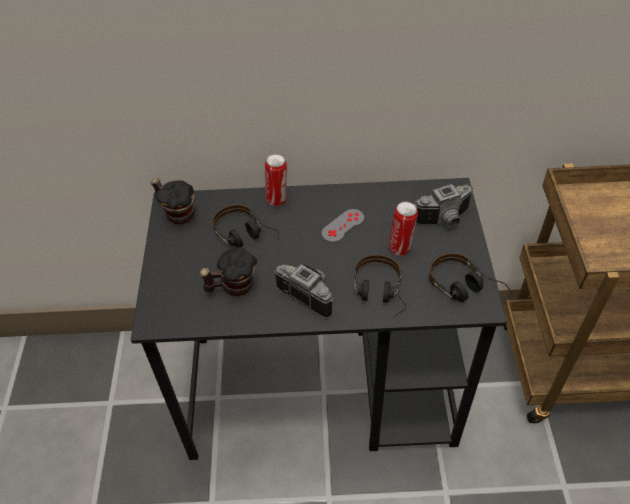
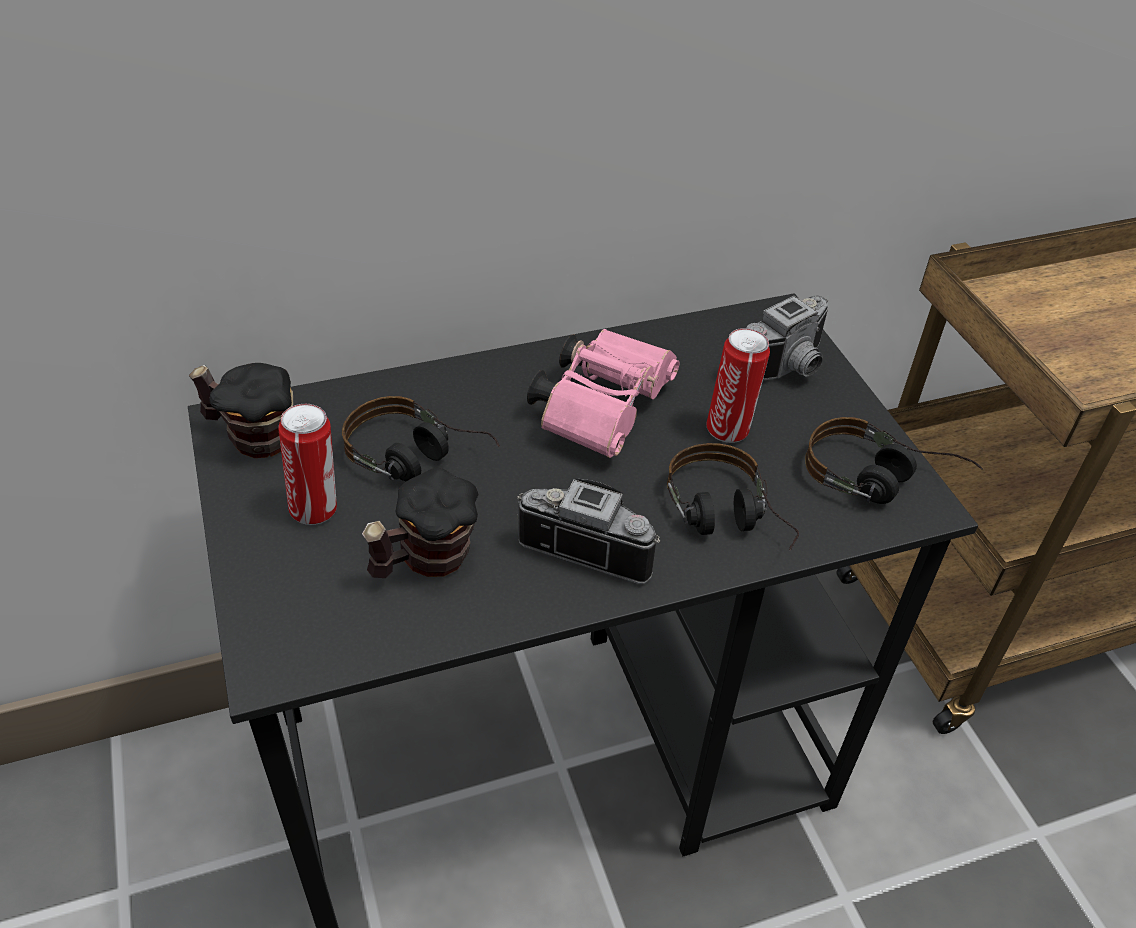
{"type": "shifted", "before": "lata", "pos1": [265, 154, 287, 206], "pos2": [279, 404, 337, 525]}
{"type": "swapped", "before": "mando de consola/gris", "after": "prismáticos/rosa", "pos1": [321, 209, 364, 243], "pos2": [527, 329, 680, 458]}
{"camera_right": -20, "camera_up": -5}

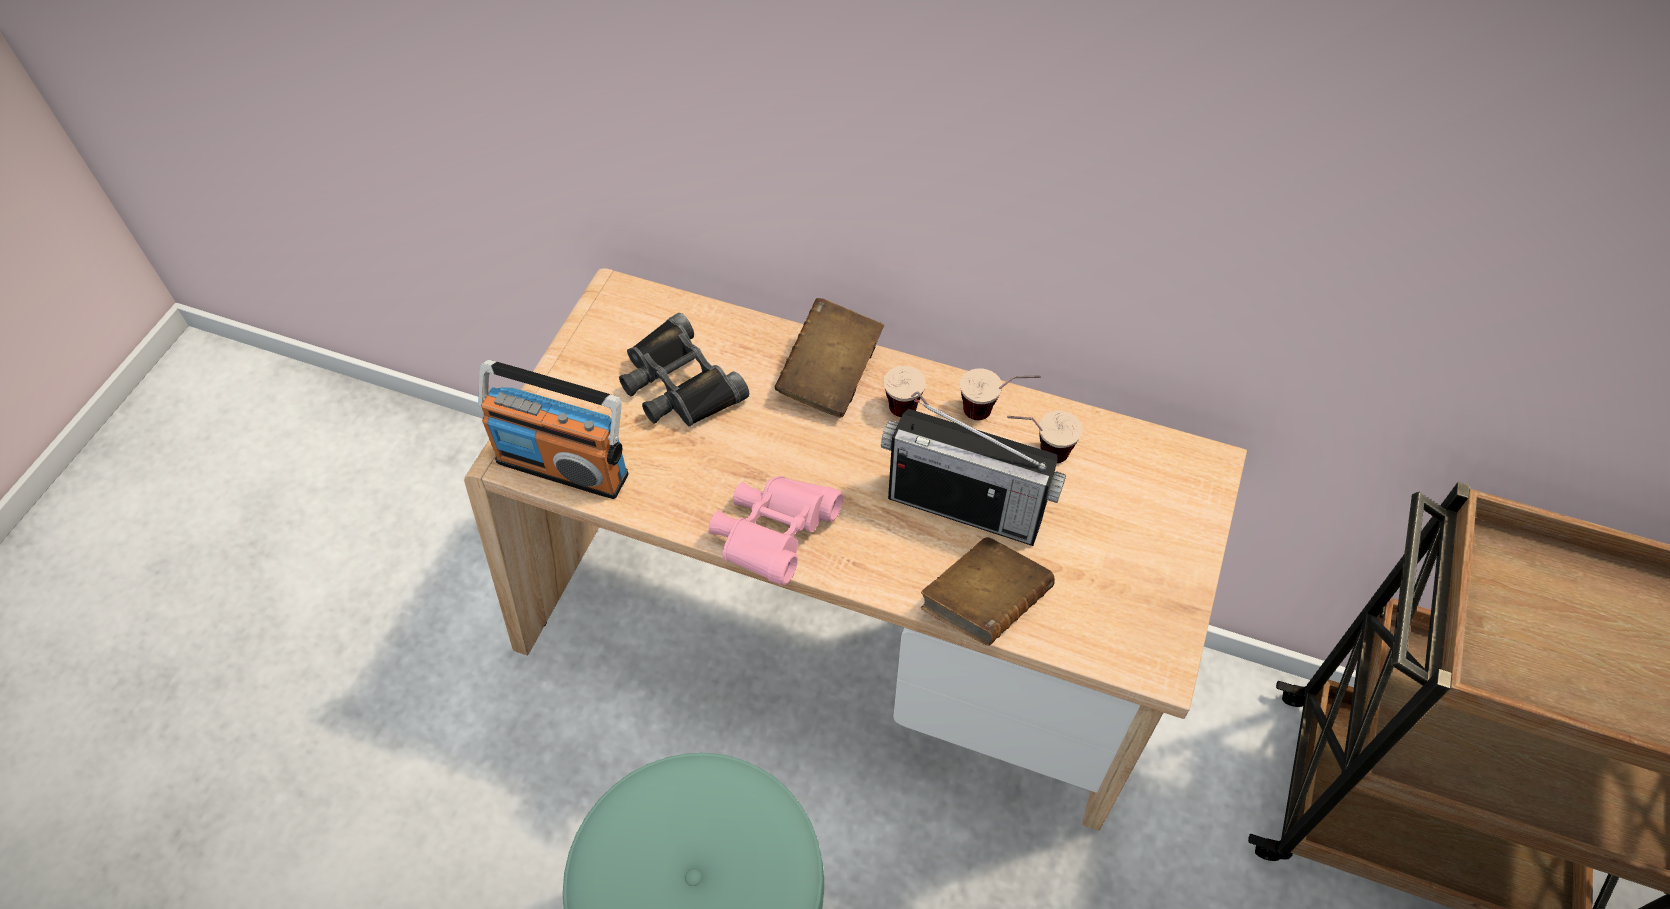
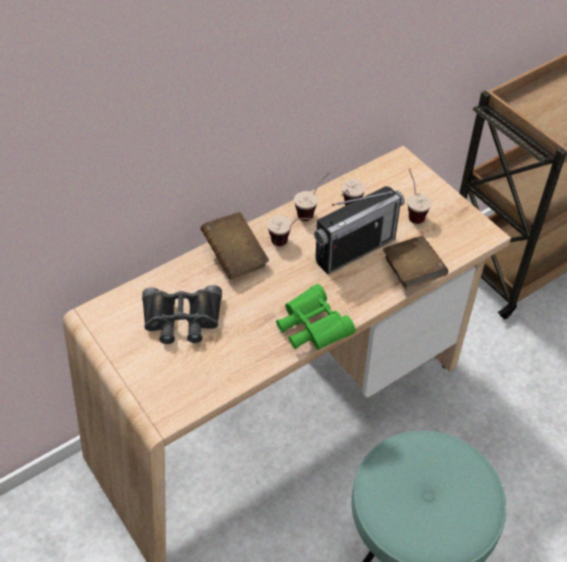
{"type": "gone", "before": "radio", "pos1": [478, 360, 629, 499]}
{"type": "new", "after": "taza", "pos2": [407, 169, 432, 224]}
{"type": "repainted", "before": "prismáticos/rosa", "after": "prismáticos/verde", "pos1": [709, 476, 843, 585], "pos2": [276, 284, 356, 350]}
{"camera_right": -55, "camera_up": -5}

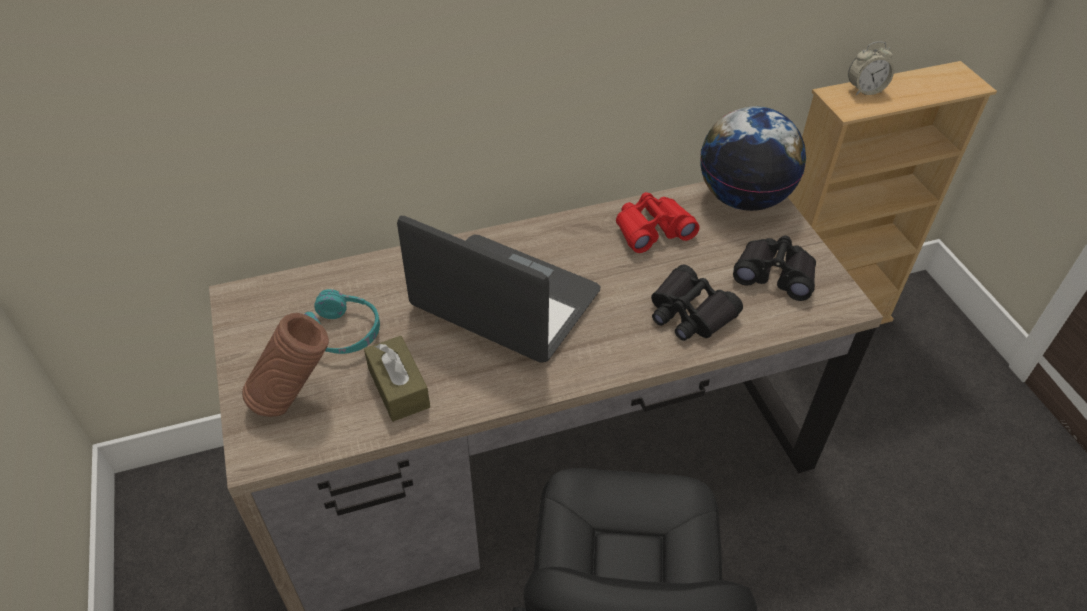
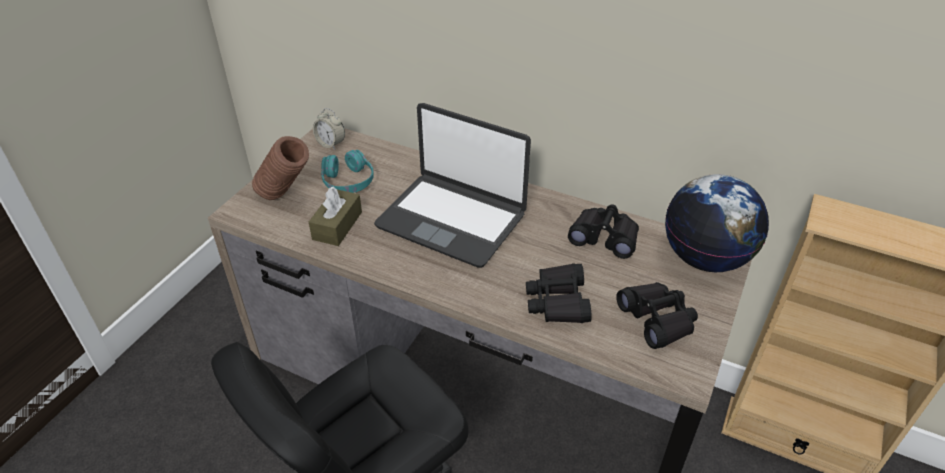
{"type": "shifted", "before": "despertador", "pos1": [848, 41, 894, 95], "pos2": [313, 108, 345, 149]}
{"type": "repainted", "before": "prismáticos/rojo", "after": "prismáticos/negro", "pos1": [616, 192, 700, 253], "pos2": [568, 204, 639, 259]}
{"type": "rotated", "before": "portátil", "pos1": [397, 216, 601, 363], "pos2": [374, 103, 531, 268], "turn": 135}
{"camera_right": 45, "camera_up": -5}

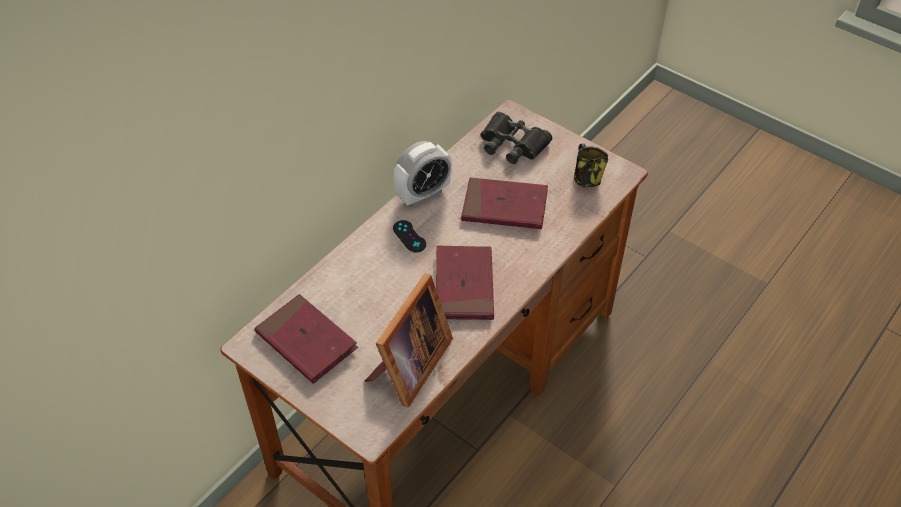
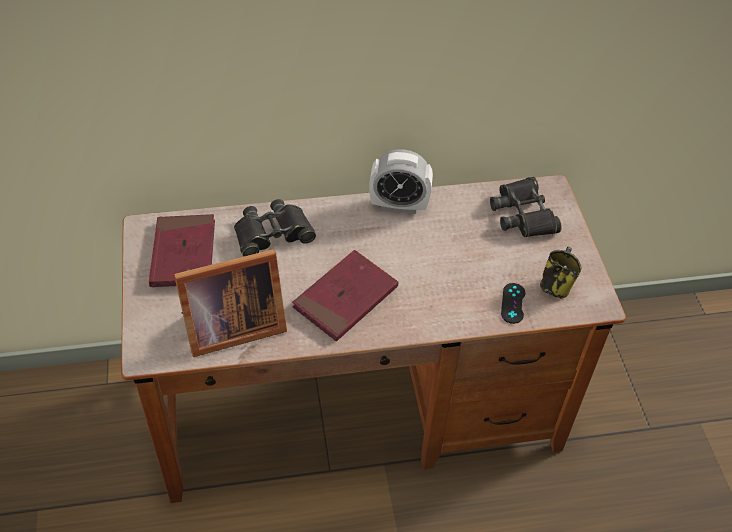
{"type": "gone", "before": "libro/rojo", "pos1": [461, 178, 548, 229]}
{"type": "new", "after": "prismáticos/negro", "pos2": [234, 199, 316, 257]}
{"type": "shifted", "before": "mando de consola/negro", "pos1": [393, 220, 426, 253], "pos2": [501, 283, 525, 324]}
{"camera_right": 40, "camera_up": 0}

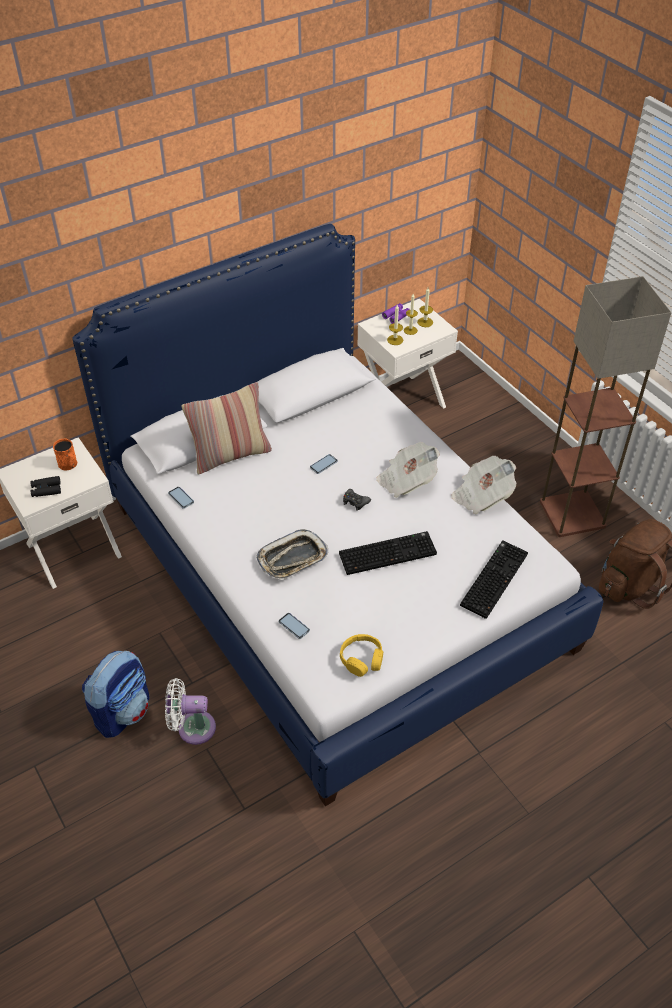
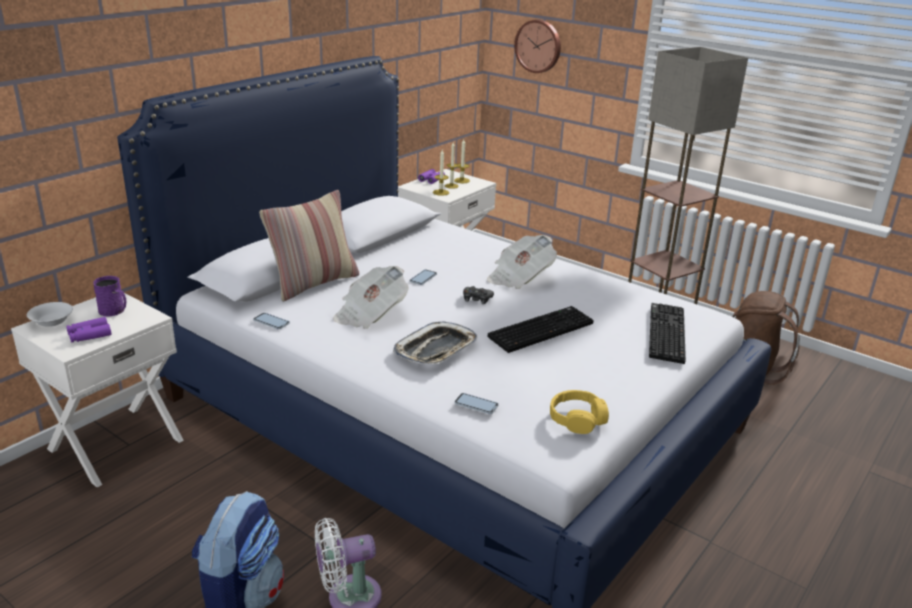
{"type": "new", "after": "cuenco/blanco", "pos2": [27, 302, 73, 327]}
{"type": "new", "after": "reloj de pared", "pos2": [514, 20, 561, 73]}
{"type": "shifted", "before": "periódico", "pos1": [451, 456, 516, 514], "pos2": [333, 266, 409, 329]}
{"type": "repainted", "before": "prismáticos/negro", "after": "prismáticos/morado", "pos1": [30, 476, 61, 497], "pos2": [66, 317, 111, 342]}
{"type": "repainted", "before": "taza grande/naranja", "after": "taza grande/morado", "pos1": [53, 438, 77, 470], "pos2": [93, 276, 127, 316]}
{"camera_right": -20, "camera_up": -20}

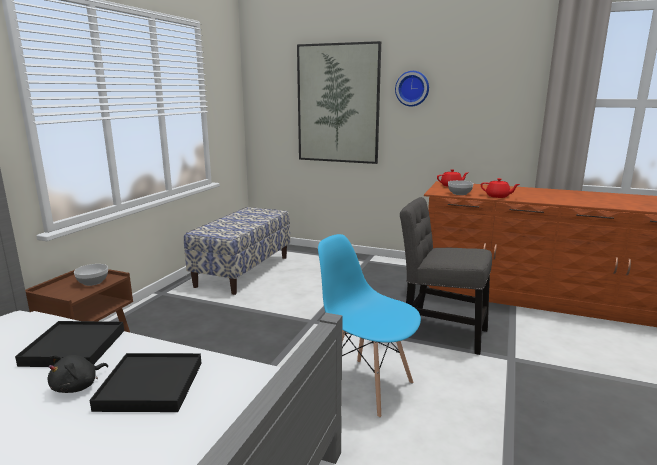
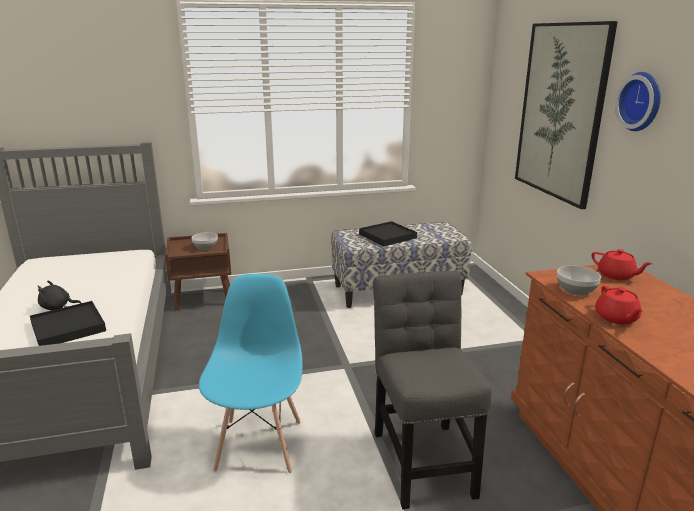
{"type": "shifted", "before": "bandeja/negro", "pos1": [15, 321, 124, 367], "pos2": [359, 221, 417, 246]}
{"camera_right": 55, "camera_up": 5}

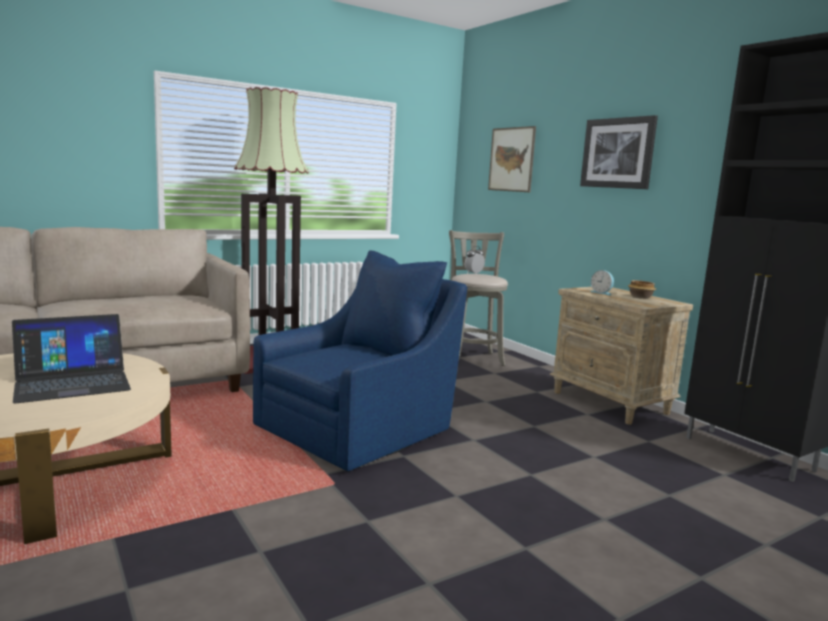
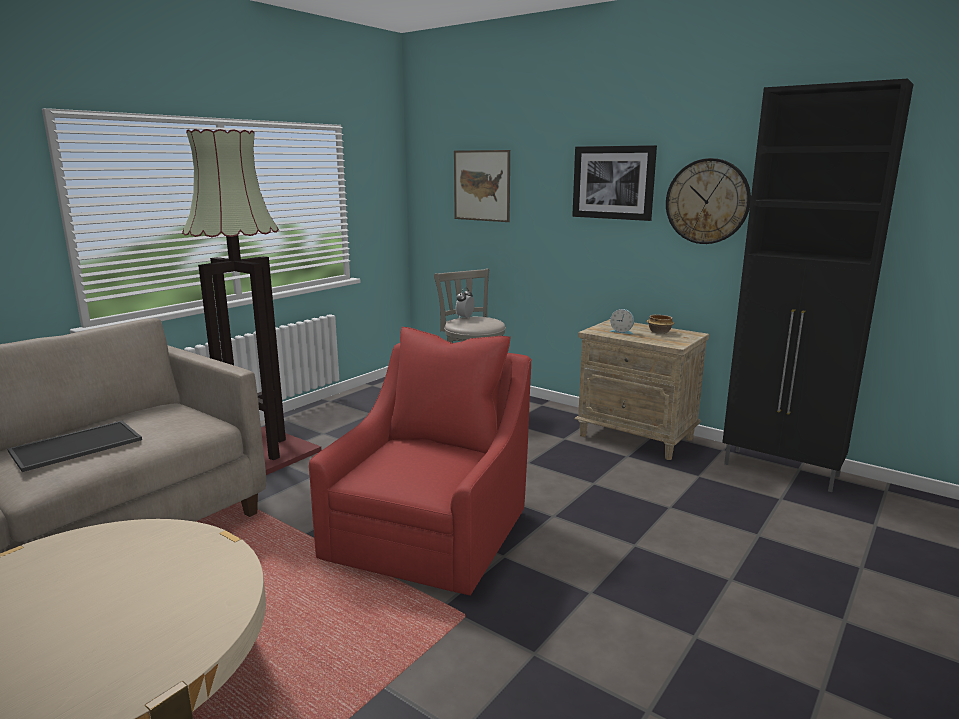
{"type": "gone", "before": "portátil", "pos1": [12, 314, 131, 403]}
{"type": "new", "after": "bandeja", "pos2": [7, 421, 142, 472]}
{"type": "new", "after": "reloj de pared", "pos2": [666, 158, 751, 244]}
{"type": "repainted", "before": "sillón/azul", "after": "sillón/rojo", "pos1": [253, 250, 468, 471], "pos2": [309, 327, 532, 596]}
{"camera_right": -20, "camera_up": 5}

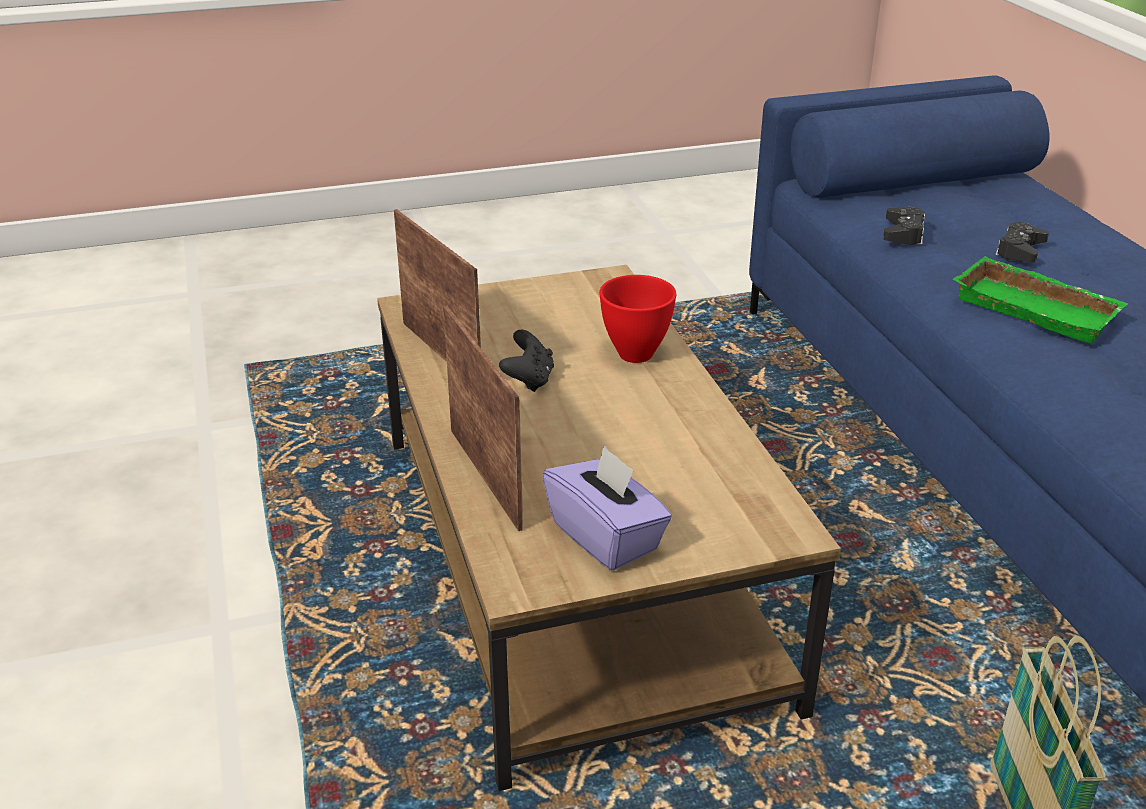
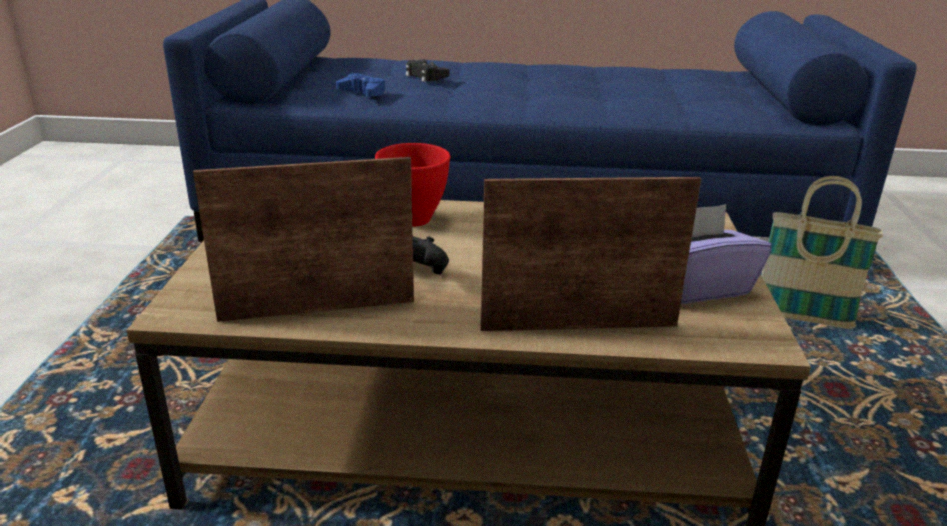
{"type": "gone", "before": "bandeja/verde", "pos1": [952, 256, 1128, 344]}
{"type": "repainted", "before": "mando de consola/negro", "after": "mando de consola/azul", "pos1": [883, 207, 925, 245], "pos2": [336, 73, 386, 97]}
{"camera_right": -70, "camera_up": -5}

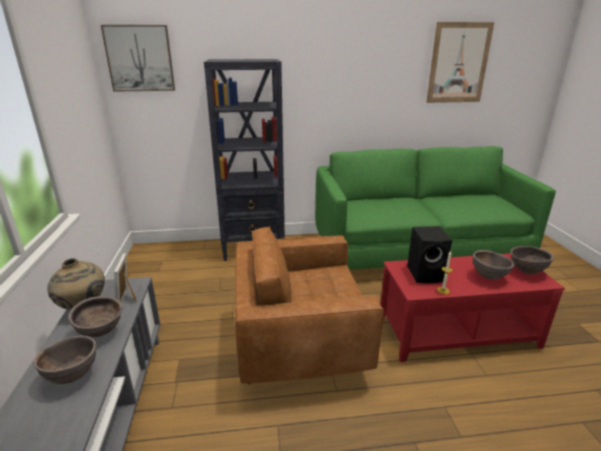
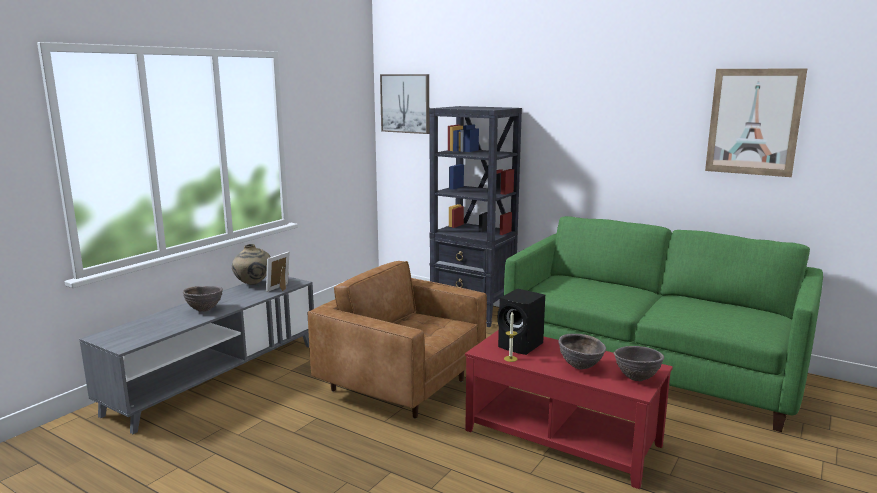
{"type": "gone", "before": "cuenco/marrón", "pos1": [68, 296, 122, 337]}
{"camera_right": 40, "camera_up": -10}

